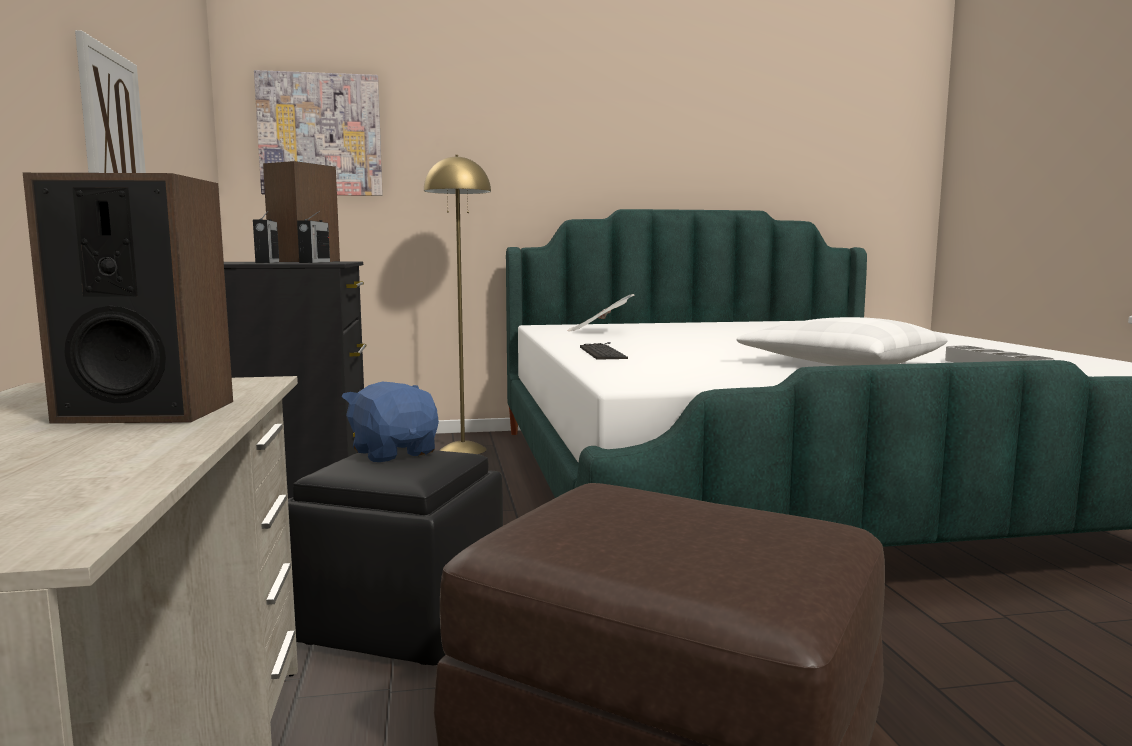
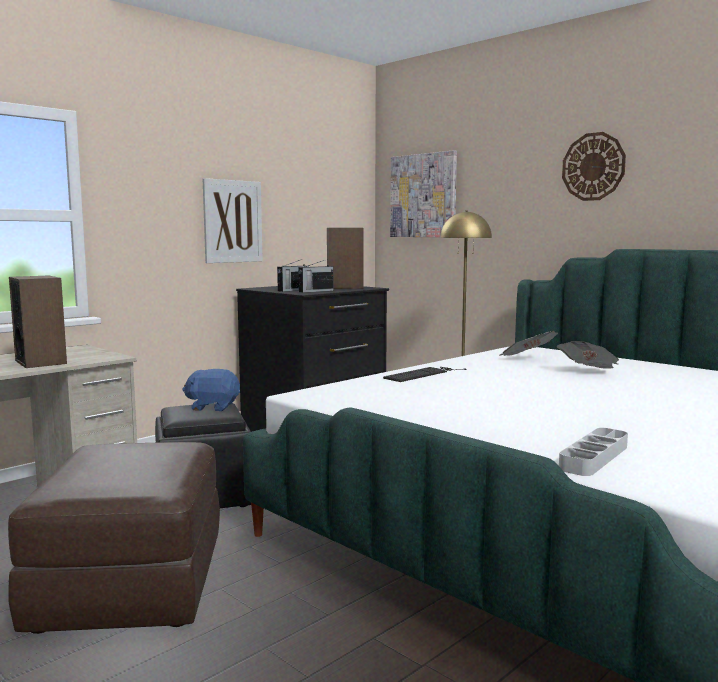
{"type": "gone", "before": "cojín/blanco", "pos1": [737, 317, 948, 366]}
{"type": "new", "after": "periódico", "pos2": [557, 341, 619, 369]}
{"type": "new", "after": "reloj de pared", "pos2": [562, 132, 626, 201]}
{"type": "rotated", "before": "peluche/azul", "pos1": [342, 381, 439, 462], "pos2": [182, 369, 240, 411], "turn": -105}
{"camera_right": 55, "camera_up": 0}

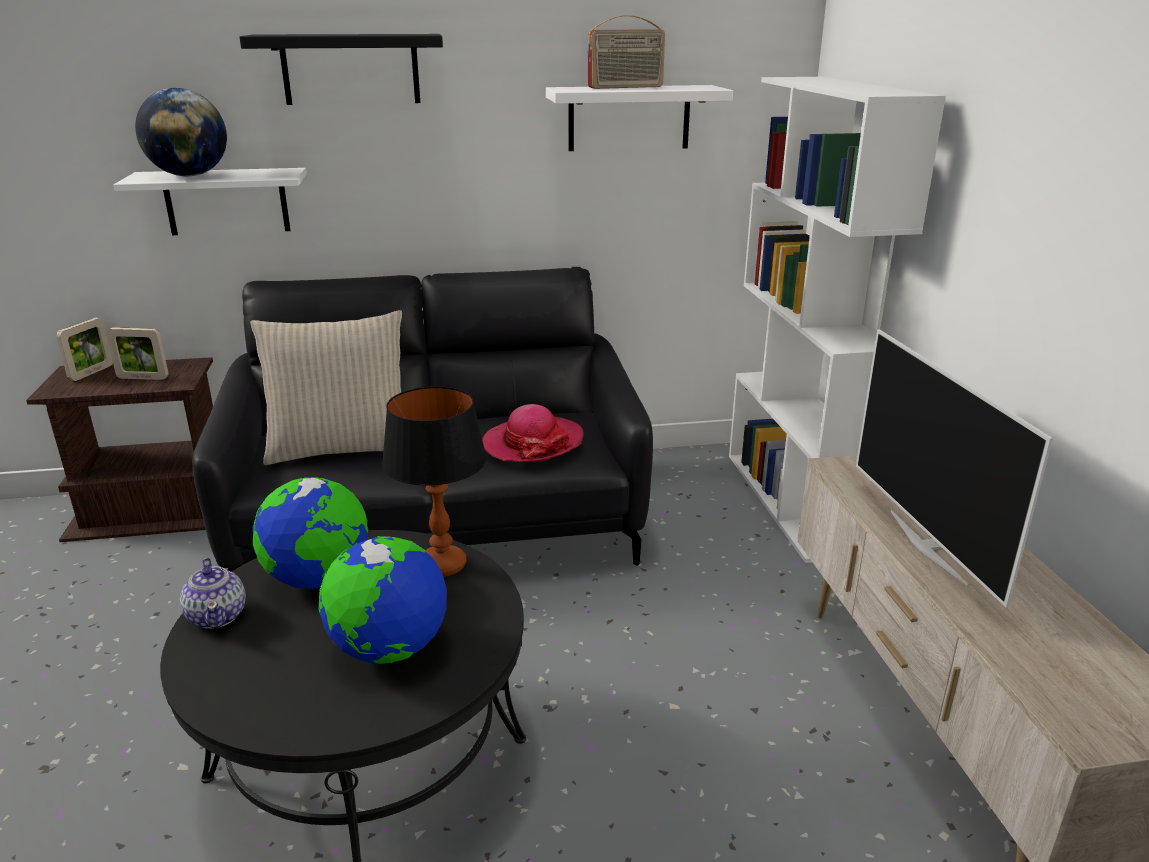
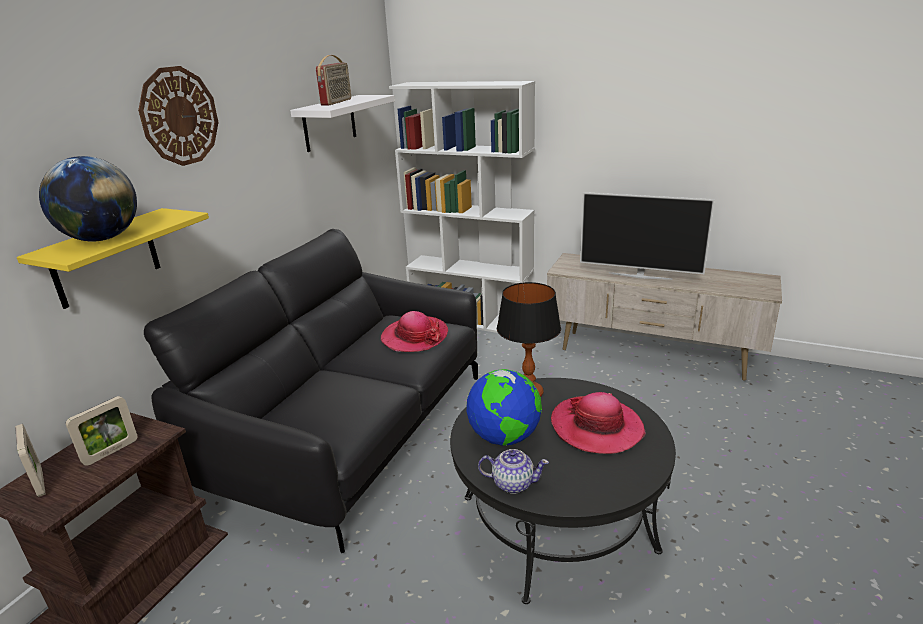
{"type": "gone", "before": "cojín/beis", "pos1": [250, 310, 402, 465]}
{"type": "swapped", "before": "estante/negro", "after": "reloj de pared", "pos1": [239, 34, 443, 105], "pos2": [138, 66, 218, 166]}
{"type": "swapped", "before": "globo terráqueo", "after": "sombrero", "pos1": [319, 536, 447, 664], "pos2": [551, 392, 646, 454]}
{"type": "repainted", "before": "estante/blanco", "after": "estante/amarillo", "pos1": [114, 168, 307, 235], "pos2": [17, 208, 209, 309]}
{"camera_right": -55, "camera_up": 0}

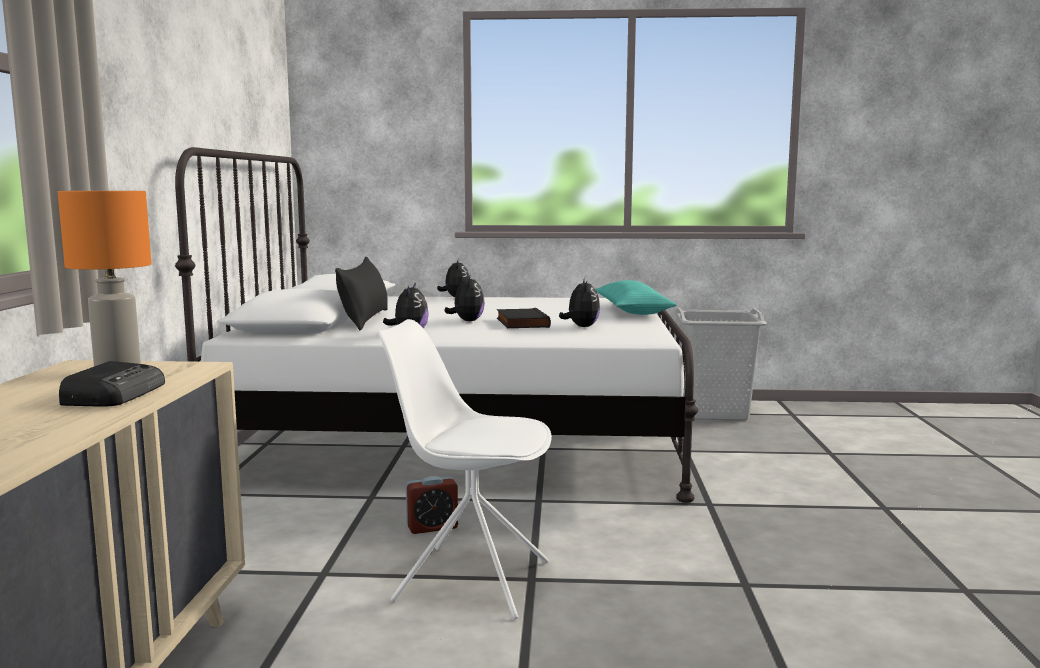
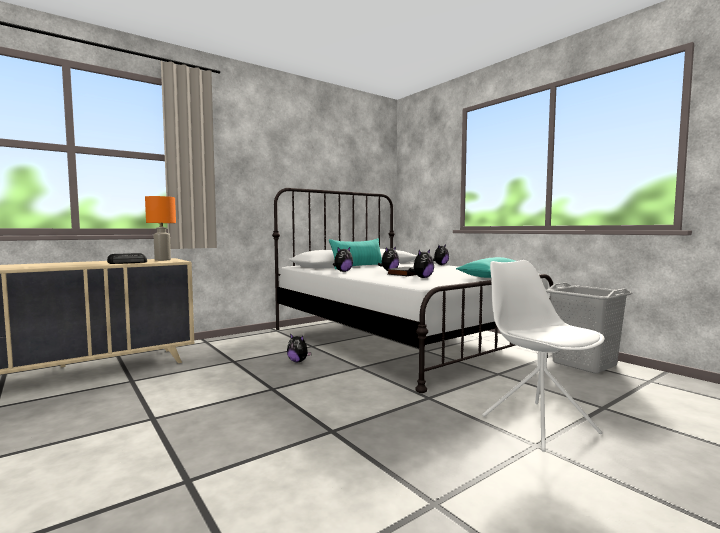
{"type": "shifted", "before": "silla/blanco", "pos1": [377, 319, 552, 619], "pos2": [482, 260, 605, 452]}
{"type": "swapped", "before": "despertador", "after": "peluche", "pos1": [406, 476, 458, 534], "pos2": [287, 334, 312, 362]}
{"type": "repainted", "before": "cojín/negro", "after": "cojín/turquesa", "pos1": [335, 256, 388, 330], "pos2": [329, 238, 382, 269]}
{"camera_right": 50, "camera_up": -5}

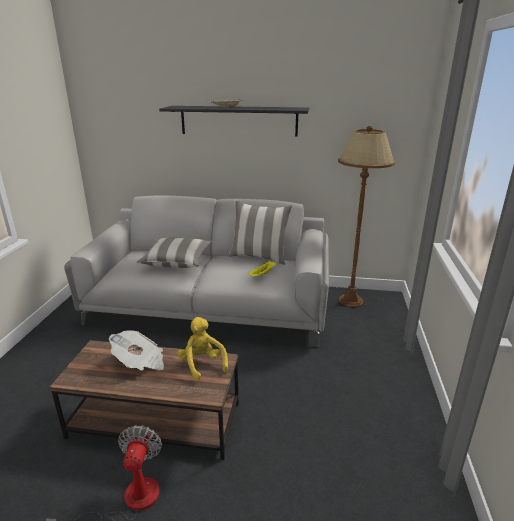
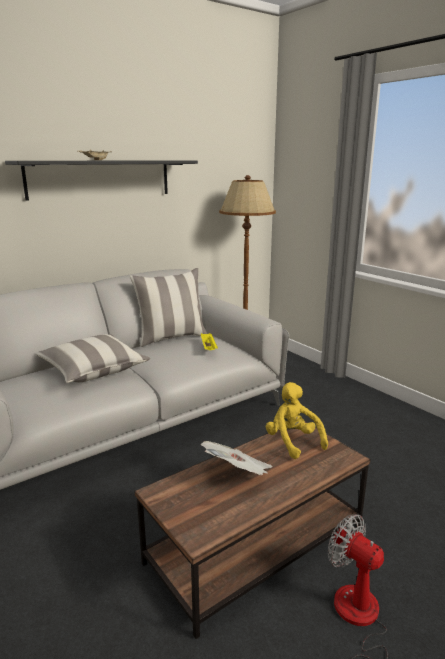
{"type": "rotated", "before": "peluche/amarillo", "pos1": [177, 317, 228, 381], "pos2": [266, 382, 328, 459], "turn": 45}
{"camera_right": -45, "camera_up": -5}

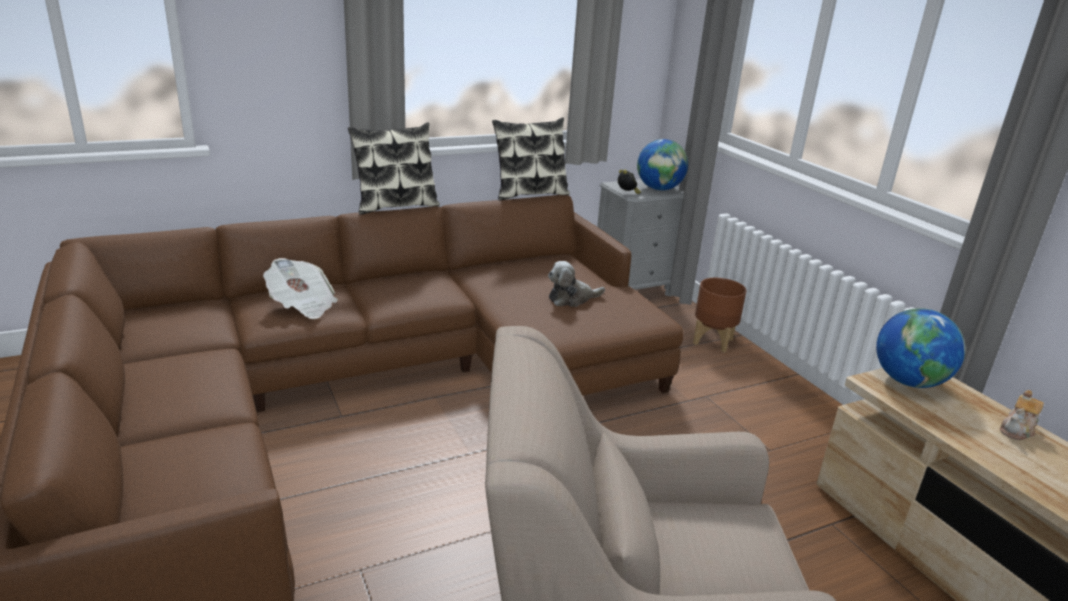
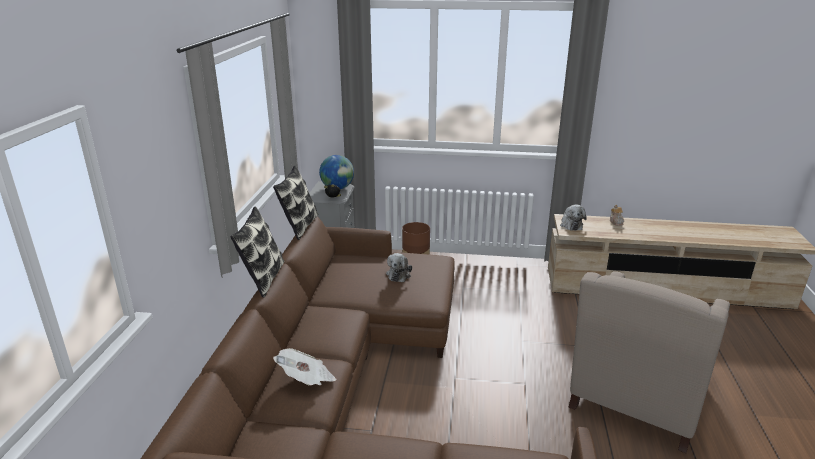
{"type": "swapped", "before": "globo terráqueo", "after": "peluche", "pos1": [876, 308, 965, 388], "pos2": [560, 204, 587, 231]}
{"camera_right": -55, "camera_up": 0}

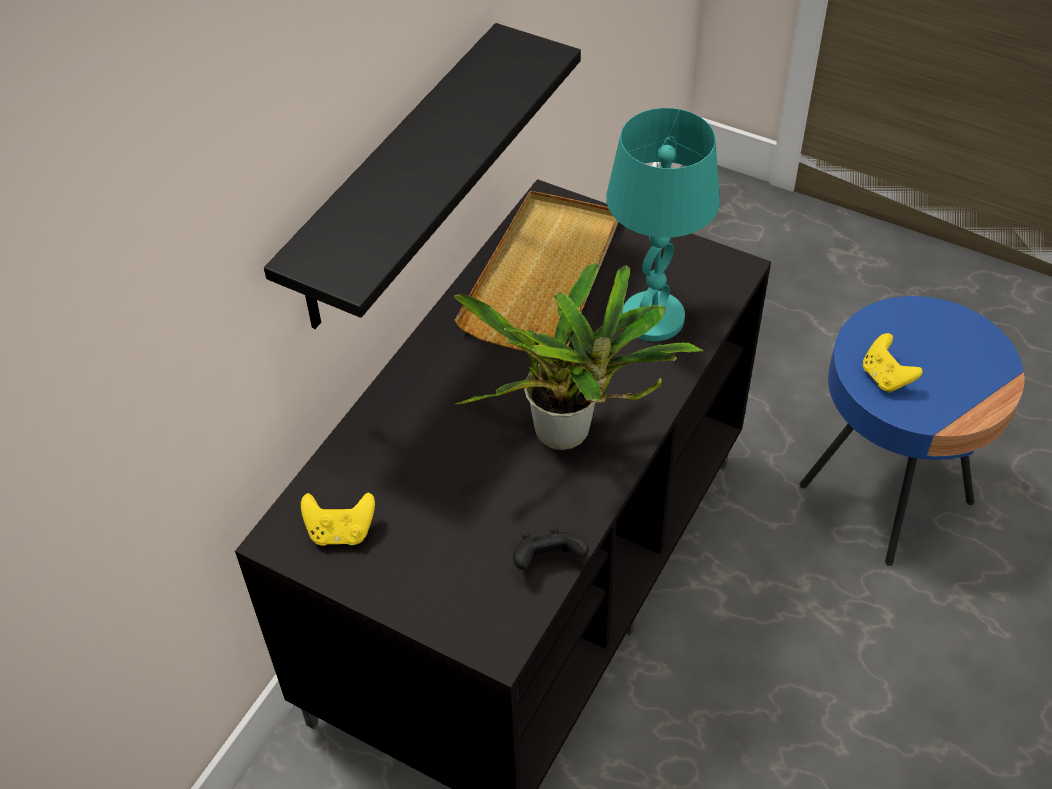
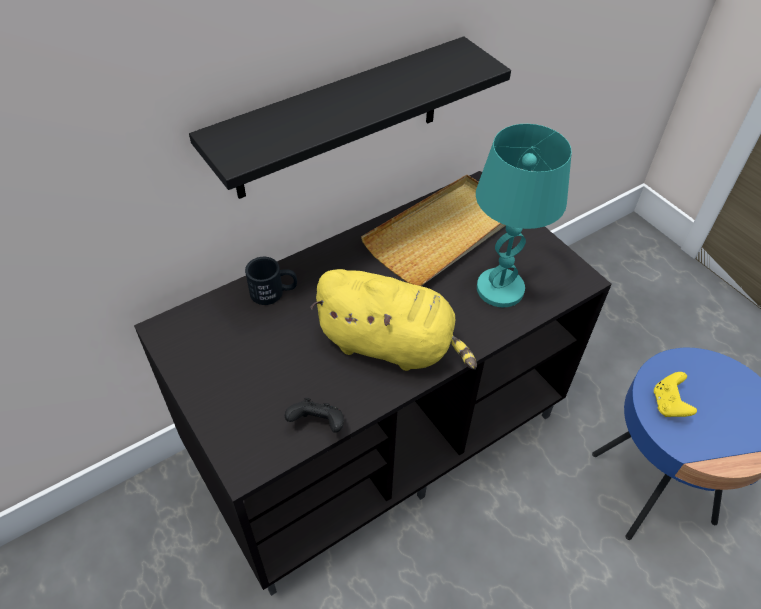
{"type": "gone", "before": "mando de consola/amarillo", "pos1": [301, 492, 375, 546]}
{"type": "new", "after": "taza grande/negro", "pos2": [245, 257, 297, 305]}
{"type": "swapped", "before": "planta en maceta", "after": "peluche/amarillo", "pos1": [454, 262, 703, 450], "pos2": [310, 269, 477, 371]}
{"camera_right": 25, "camera_up": 0}

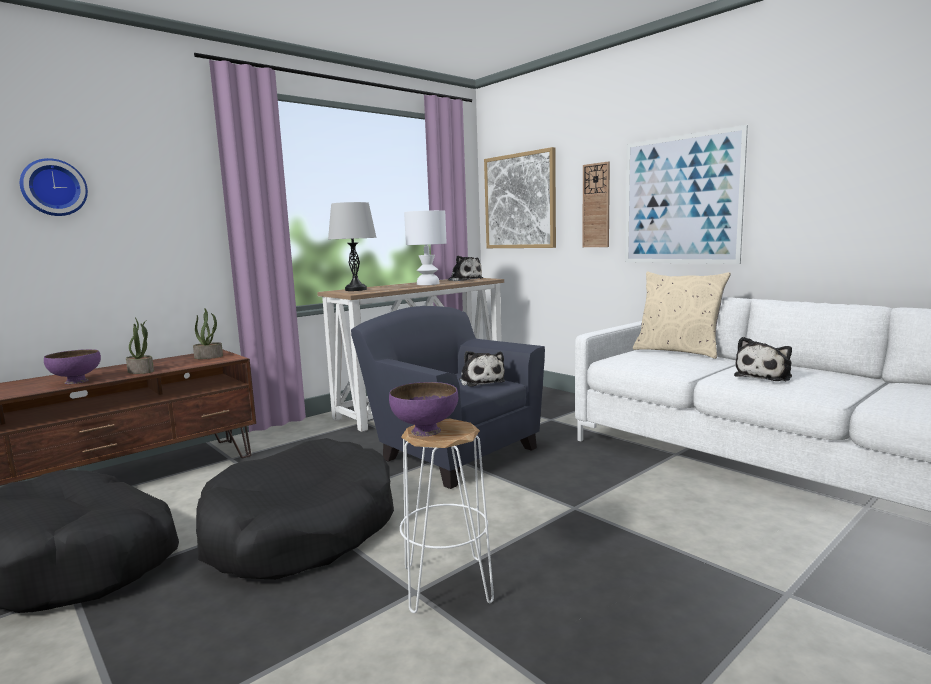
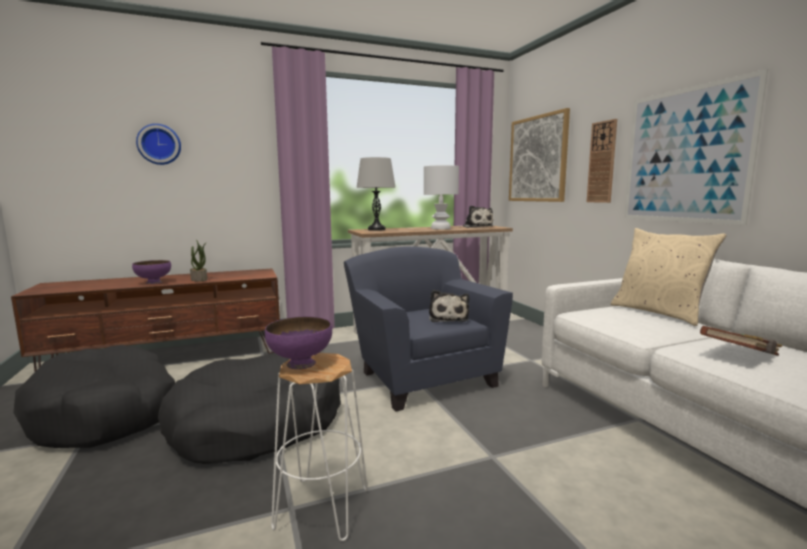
{"type": "gone", "before": "planta en maceta", "pos1": [193, 308, 223, 359]}
{"type": "swapped", "before": "peluche", "after": "libro/marrón", "pos1": [734, 337, 792, 381], "pos2": [700, 326, 782, 356]}
{"camera_right": 20, "camera_up": 0}

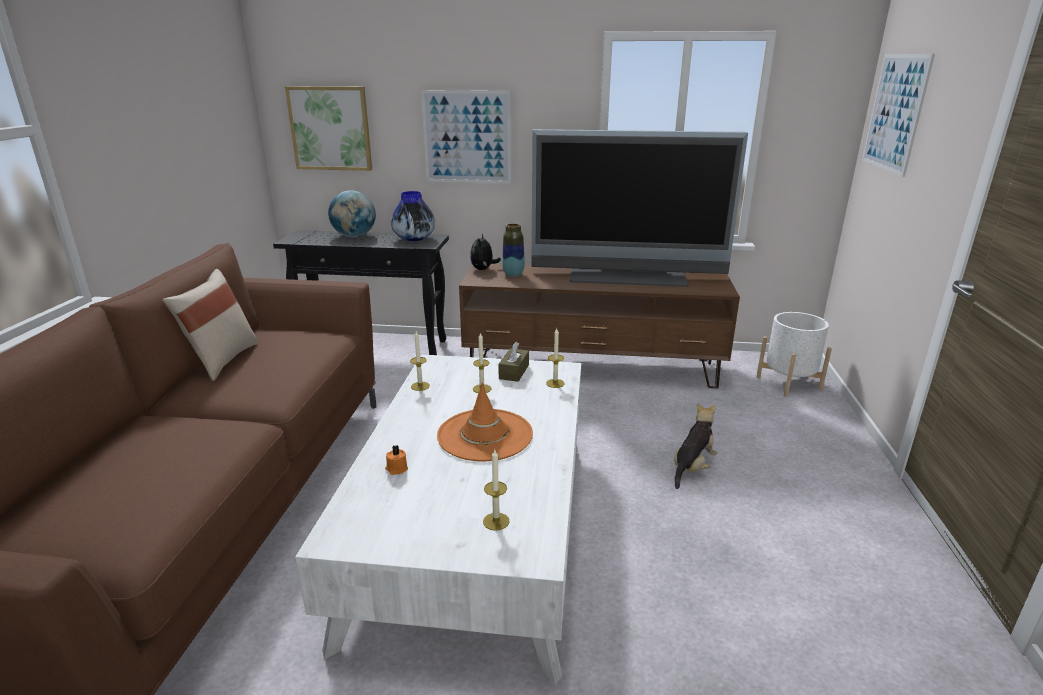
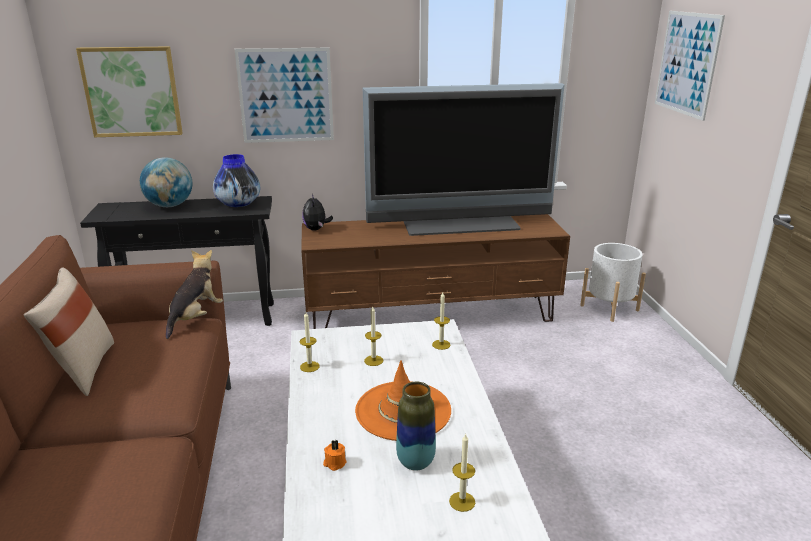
{"type": "gone", "before": "caja de pañuelos/marrón", "pos1": [498, 342, 529, 382]}
{"type": "shifted", "before": "florero", "pos1": [502, 224, 525, 277], "pos2": [396, 382, 436, 470]}
{"type": "shifted", "before": "peluche", "pos1": [674, 403, 717, 489], "pos2": [166, 250, 223, 339]}
{"camera_right": -15, "camera_up": 0}

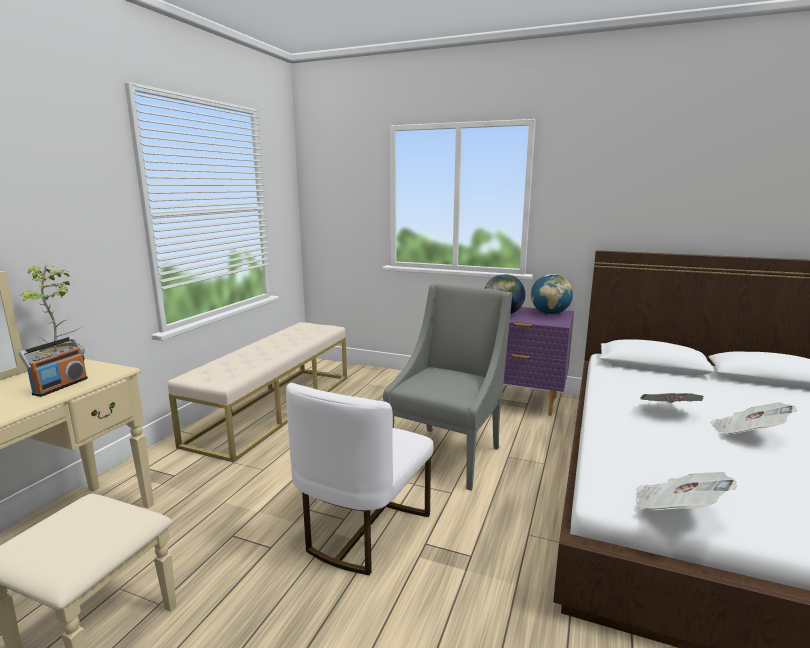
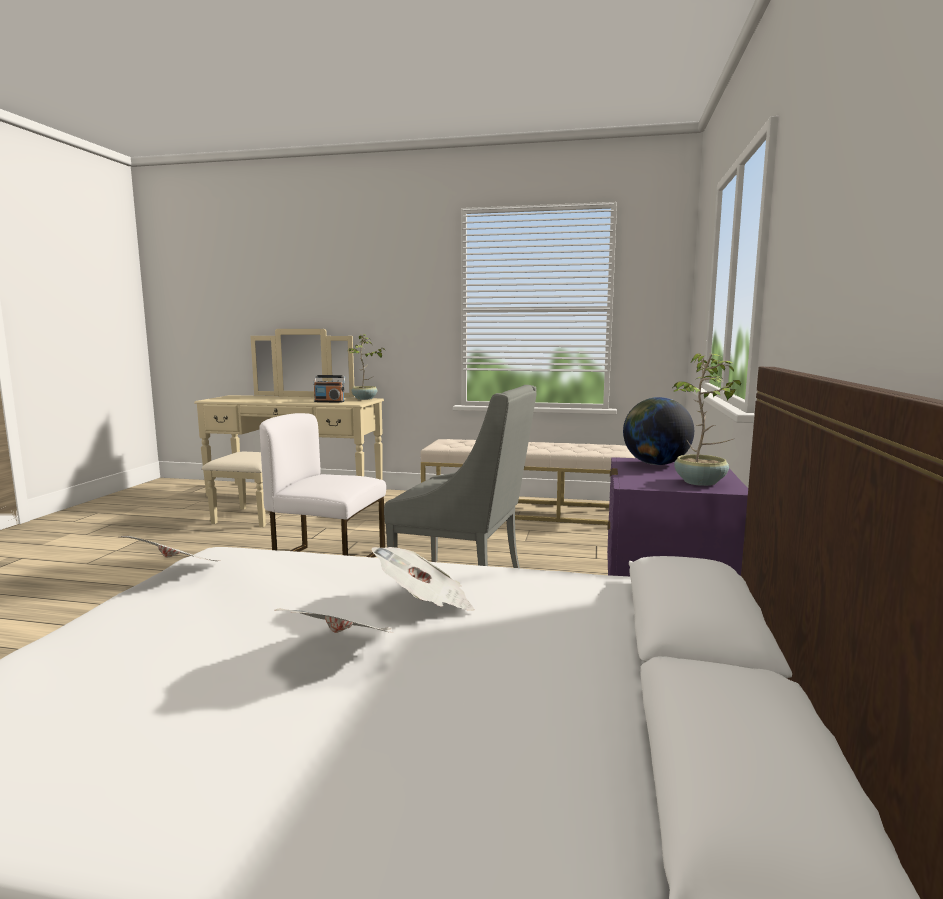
{"type": "swapped", "before": "globo terráqueo", "after": "planta en maceta", "pos1": [531, 274, 573, 315], "pos2": [673, 353, 741, 486]}
{"camera_right": 80, "camera_up": -5}

